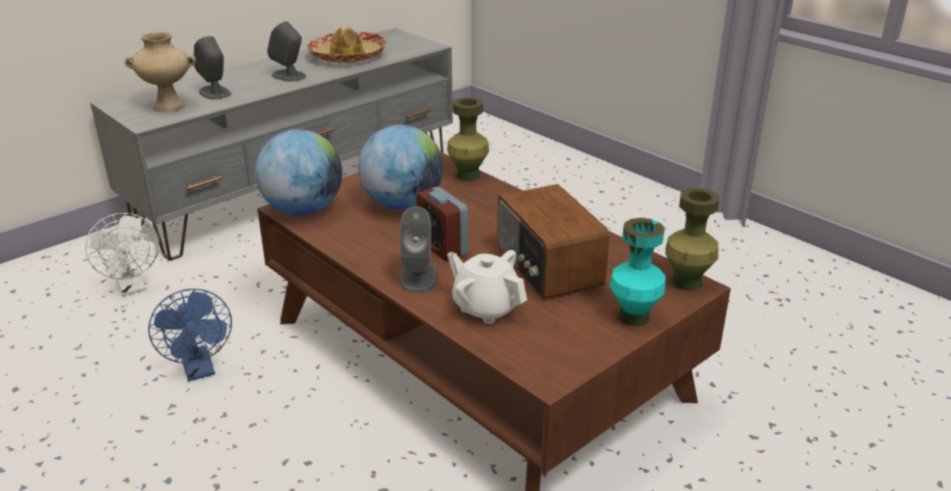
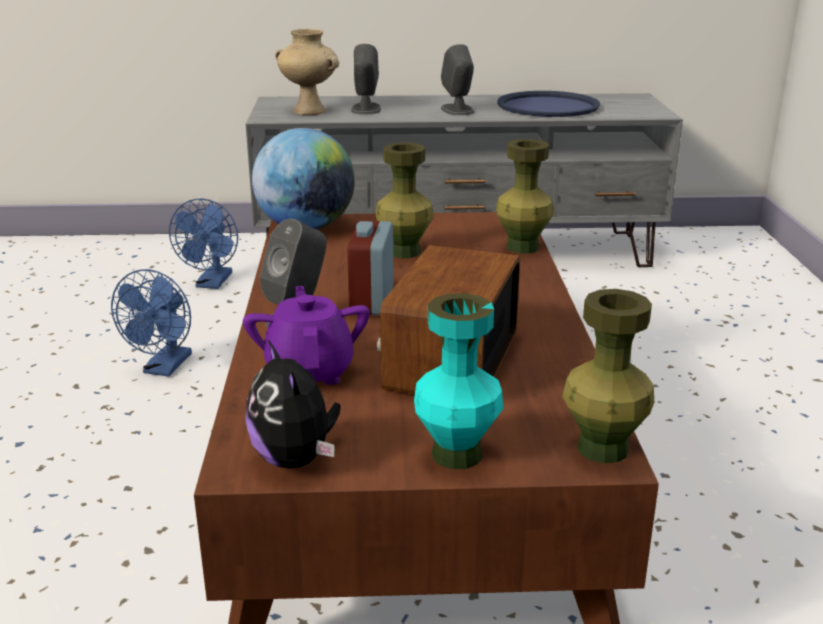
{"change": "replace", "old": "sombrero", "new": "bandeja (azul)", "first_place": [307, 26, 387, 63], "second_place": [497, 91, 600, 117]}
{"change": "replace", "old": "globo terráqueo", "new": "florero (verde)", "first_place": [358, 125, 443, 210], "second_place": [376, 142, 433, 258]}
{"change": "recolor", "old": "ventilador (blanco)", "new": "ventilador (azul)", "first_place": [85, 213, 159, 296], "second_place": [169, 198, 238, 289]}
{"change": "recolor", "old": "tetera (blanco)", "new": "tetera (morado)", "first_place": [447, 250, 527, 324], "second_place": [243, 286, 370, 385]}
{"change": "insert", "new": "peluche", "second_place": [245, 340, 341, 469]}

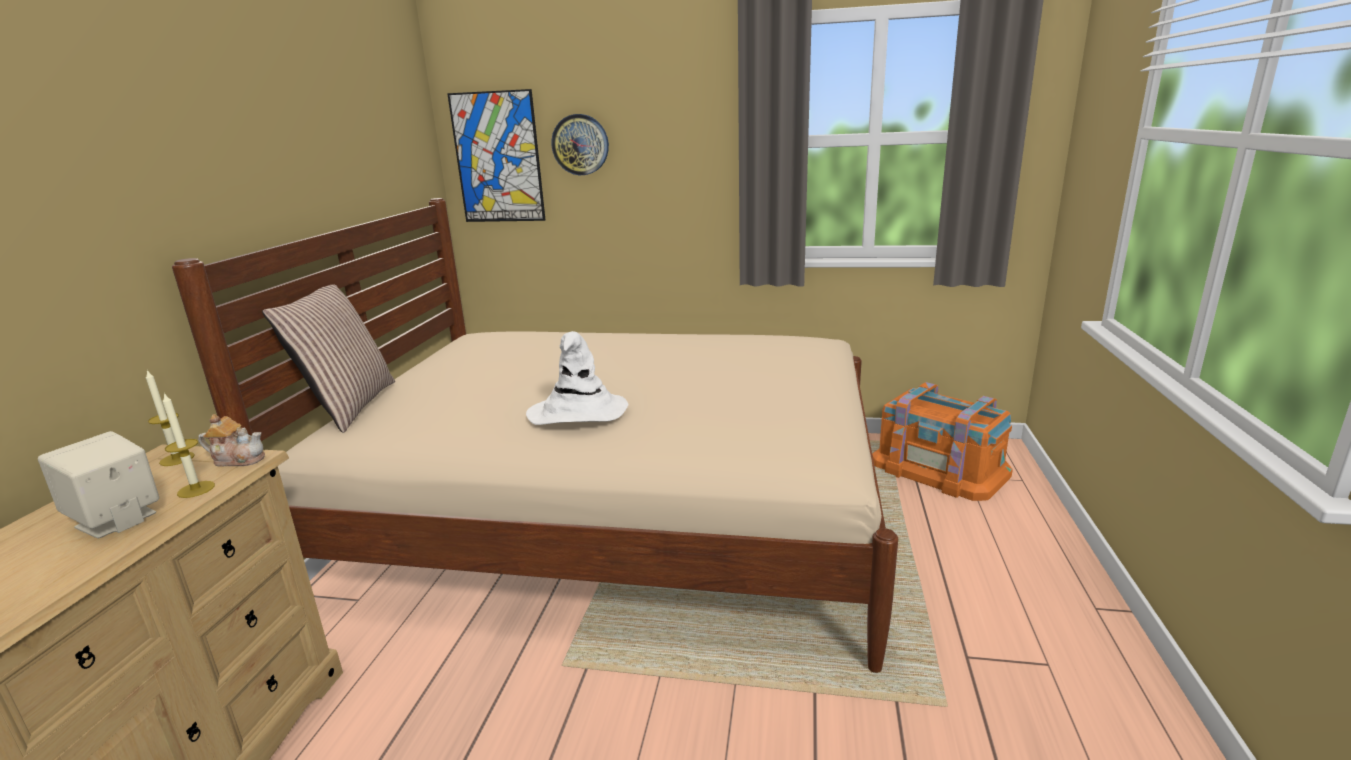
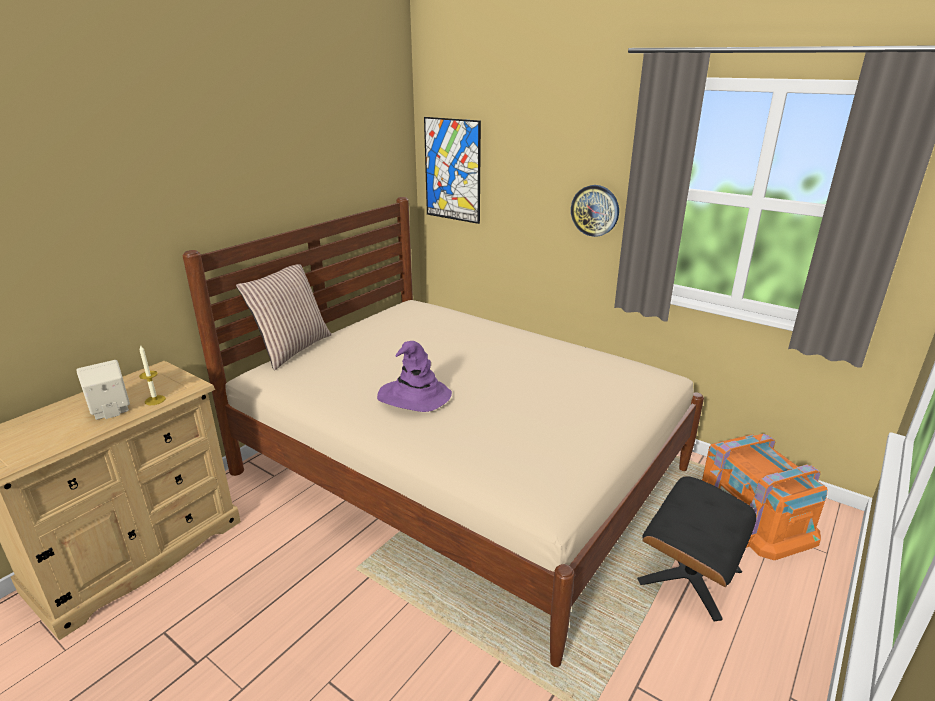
{"change": "move", "old": "reloj de pared", "first_place": [551, 114, 609, 175], "second_place": [571, 185, 619, 237]}
{"change": "recolor", "old": "sombrero (blanco)", "new": "sombrero (morado)", "first_place": [526, 331, 628, 425], "second_place": [377, 341, 452, 412]}
{"change": "delete", "old": "vela", "first_place": [146, 370, 195, 466]}
{"change": "delete", "old": "tetera", "first_place": [198, 414, 265, 467]}
{"change": "insert", "new": "puf (negro)", "second_place": [637, 476, 756, 621]}

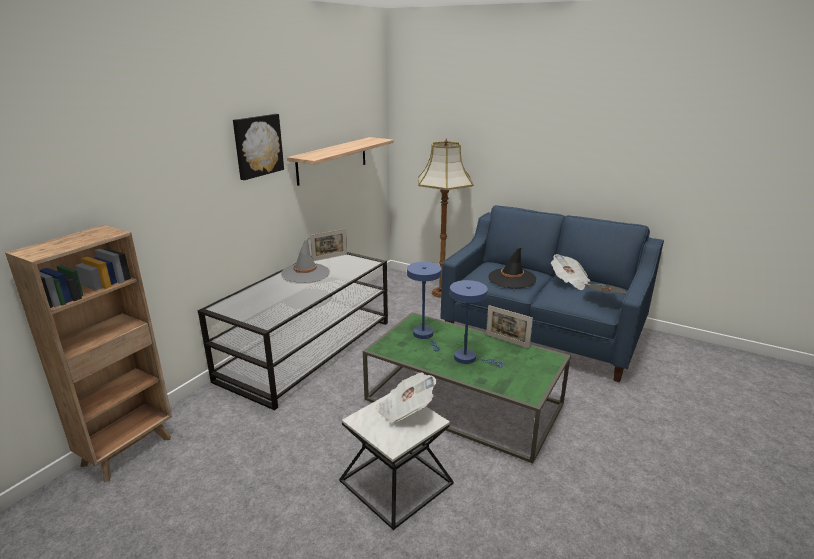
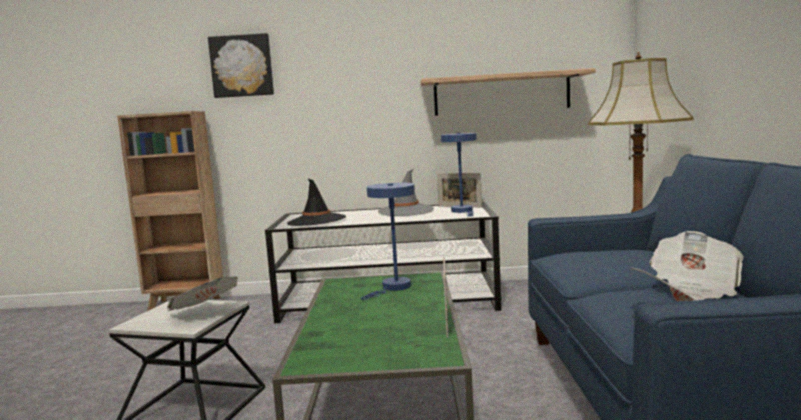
{"change": "move", "old": "cuadro", "first_place": [233, 114, 284, 180], "second_place": [208, 33, 274, 98]}
{"change": "move", "old": "sombrero (negro)", "first_place": [488, 248, 536, 289], "second_place": [287, 178, 346, 226]}
{"change": "move", "old": "lámpara de mesa (azul)", "first_place": [450, 280, 504, 367], "second_place": [441, 133, 477, 217]}

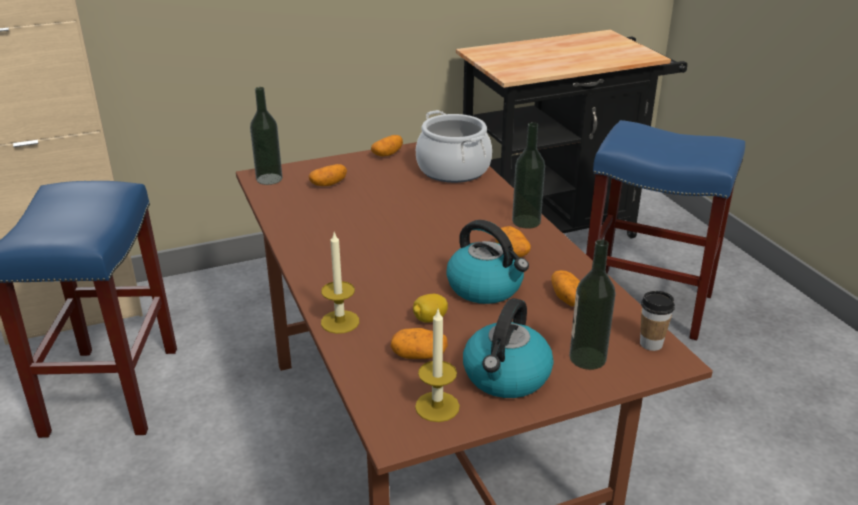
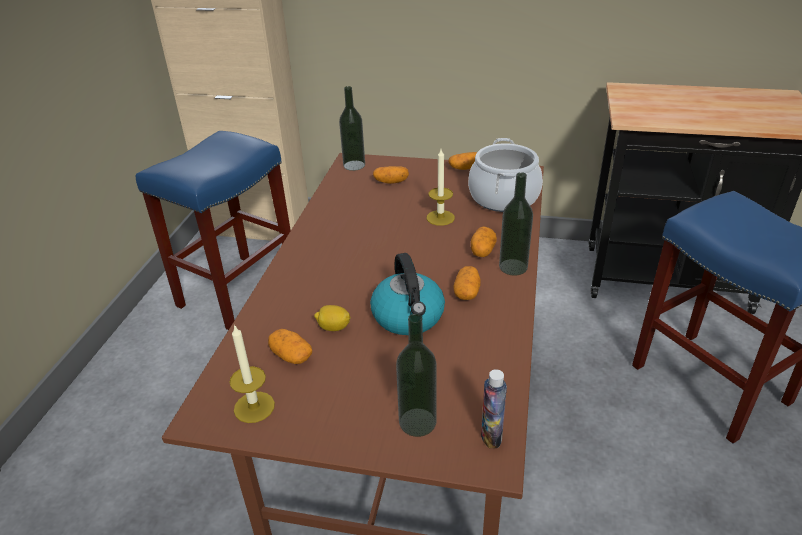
{"change": "move", "old": "vela", "first_place": [321, 233, 359, 334], "second_place": [426, 149, 455, 226]}
{"change": "move", "old": "patata", "first_place": [551, 270, 580, 306], "second_place": [471, 226, 497, 257]}
{"change": "replace", "old": "taza", "new": "botella", "first_place": [640, 291, 675, 351], "second_place": [481, 369, 507, 448]}
{"change": "delete", "old": "hervidor", "first_place": [463, 298, 553, 398]}

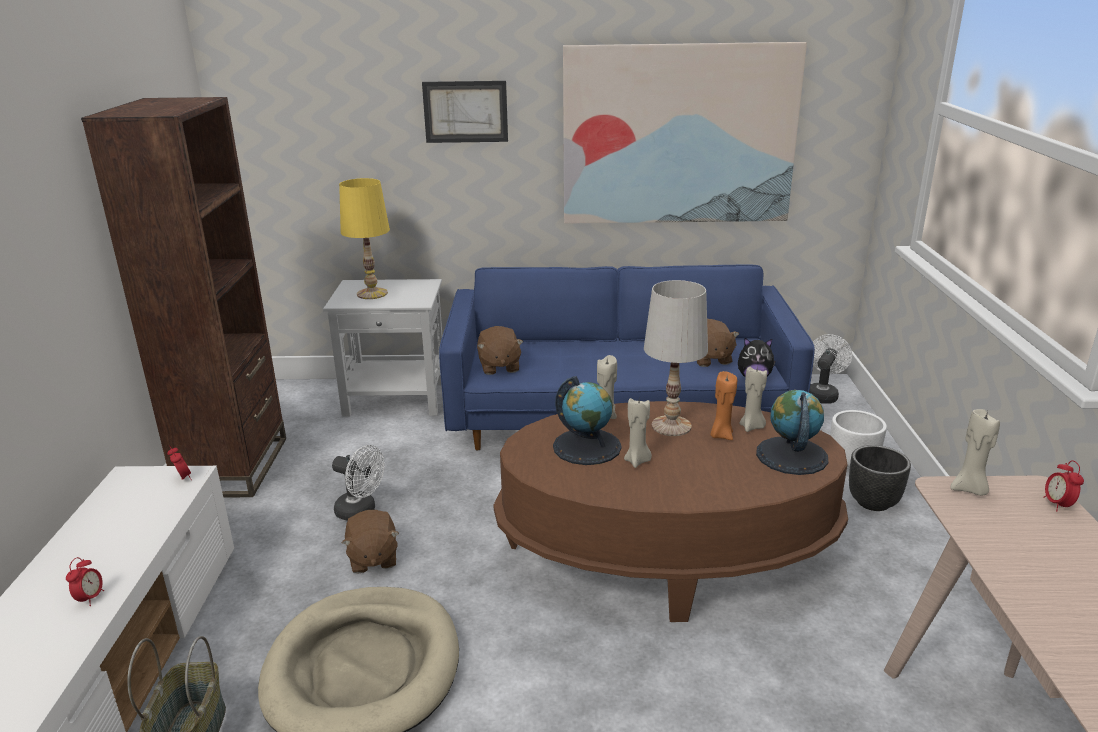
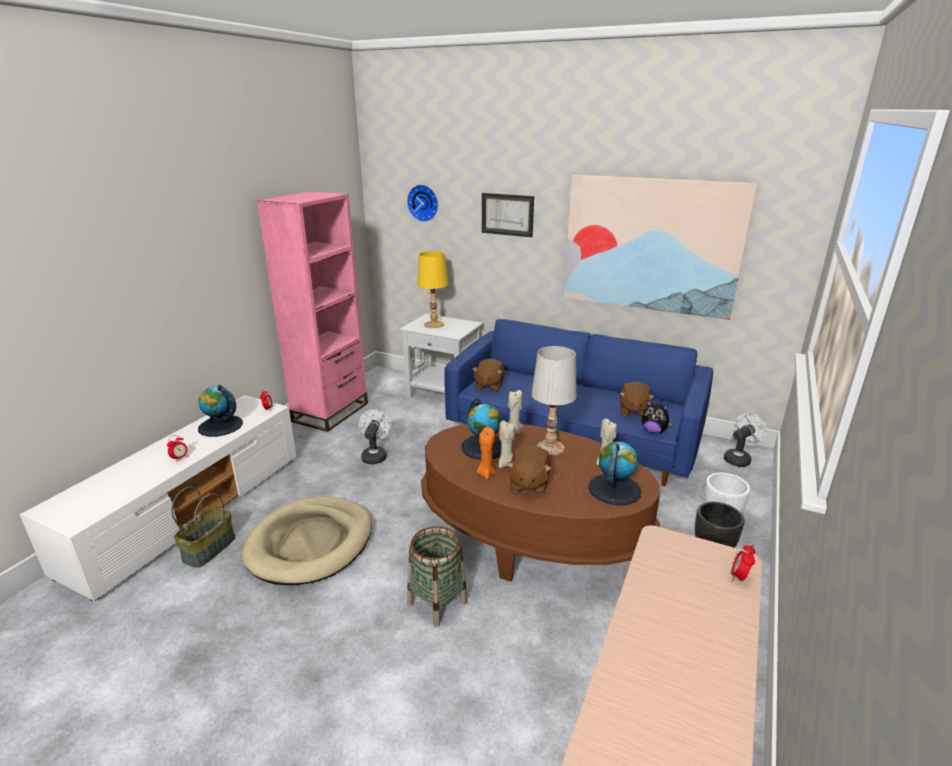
{"change": "recolor", "old": "estantería (marrón)", "new": "estantería (rosa)", "first_place": [81, 97, 286, 498], "second_place": [256, 191, 368, 432]}
{"change": "move", "old": "vela (naranja)", "first_place": [710, 371, 737, 440], "second_place": [476, 427, 496, 479]}
{"change": "delete", "old": "vela (beis)", "first_place": [950, 409, 1000, 496]}
{"change": "rotate", "old": "ventilador (blanco)", "first_place": [332, 445, 385, 521], "second_place": [359, 410, 391, 464], "degrees": -135}
{"change": "move", "old": "peluche (marrón)", "first_place": [342, 510, 399, 574], "second_place": [507, 445, 552, 494]}
{"change": "insert", "new": "reloj de pared", "second_place": [407, 184, 438, 222]}
{"change": "insert", "new": "globo terráqueo", "second_place": [198, 385, 243, 437]}
{"change": "insert", "new": "cesta", "second_place": [407, 526, 468, 627]}

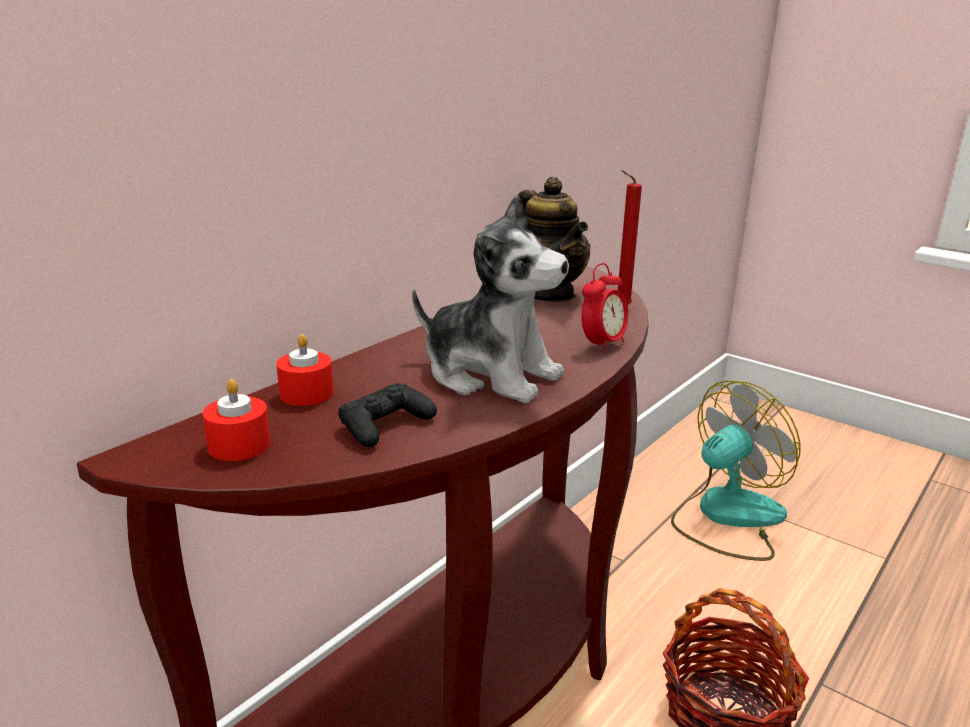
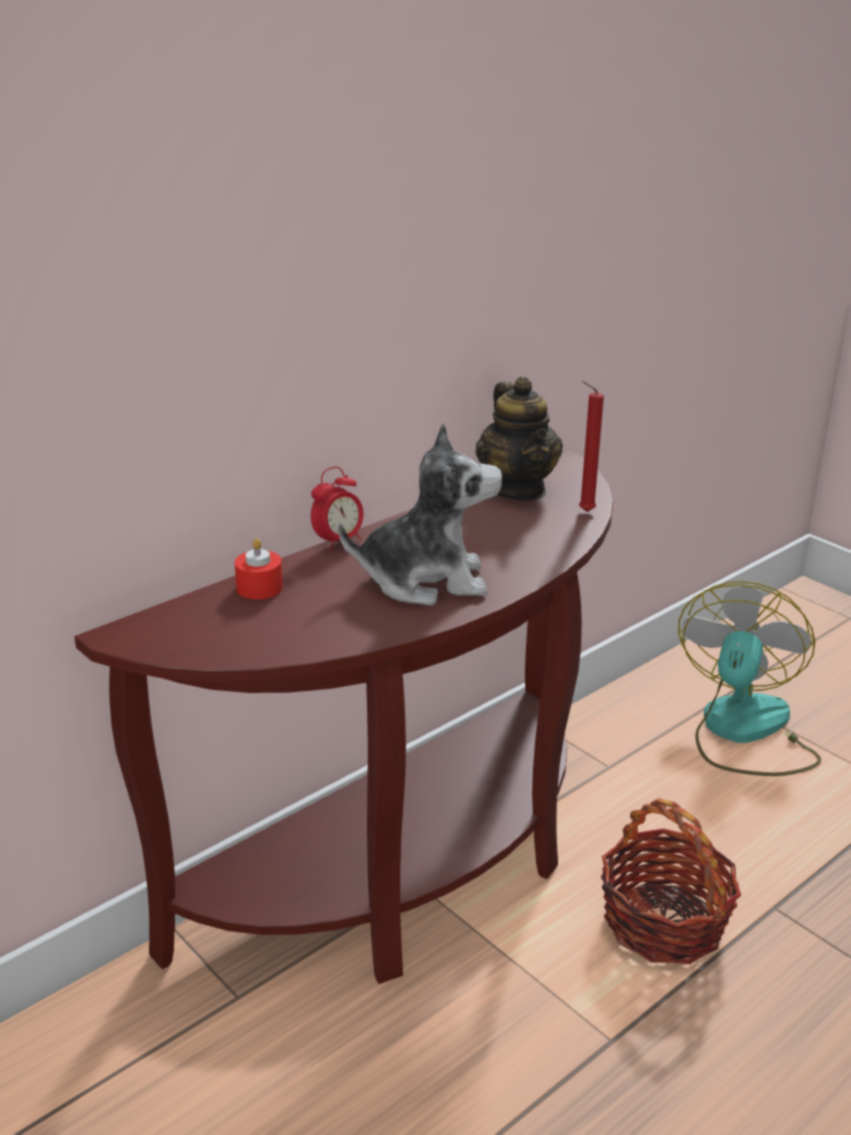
{"change": "rotate", "old": "peluche", "first_place": [412, 195, 569, 403], "second_place": [338, 423, 503, 605], "degrees": -45}
{"change": "move", "old": "despertador", "first_place": [582, 263, 628, 353], "second_place": [311, 467, 363, 551]}
{"change": "delete", "old": "vela (rojo)", "first_place": [202, 379, 270, 461]}
{"change": "rotate", "old": "ventilador", "first_place": [671, 380, 801, 561], "second_place": [678, 581, 821, 776], "degrees": -45}
{"change": "delete", "old": "mando de consola (negro)", "first_place": [338, 383, 437, 447]}

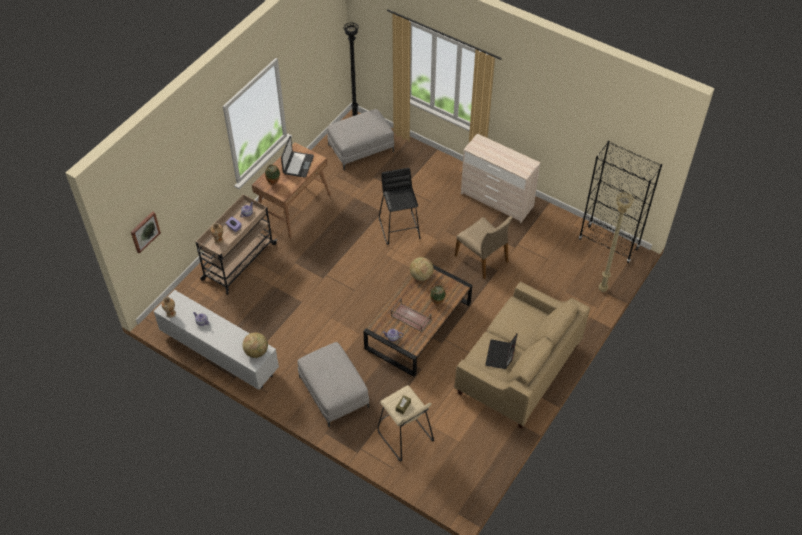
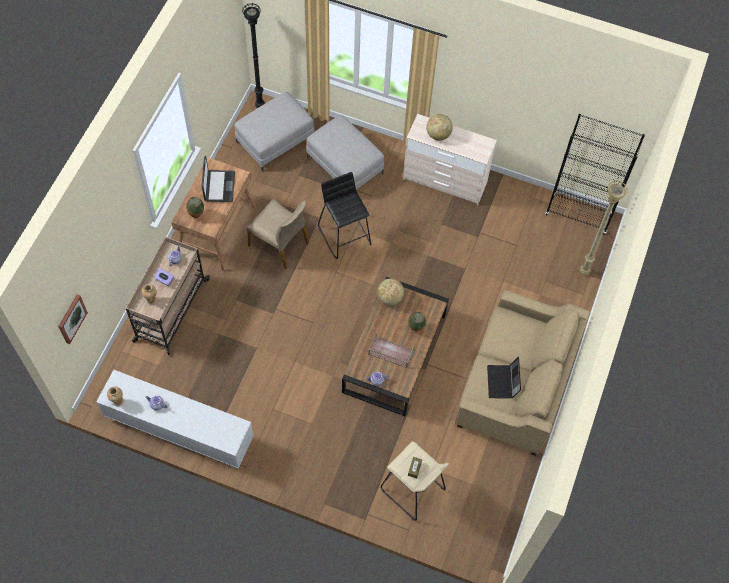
{"change": "move", "old": "silla (beis)", "first_place": [454, 216, 513, 279], "second_place": [247, 199, 309, 269]}
{"change": "move", "old": "globo terráqueo", "first_place": [242, 332, 268, 358], "second_place": [426, 114, 453, 141]}
{"change": "move", "old": "puf (gris)", "first_place": [297, 342, 369, 427], "second_place": [306, 115, 384, 190]}

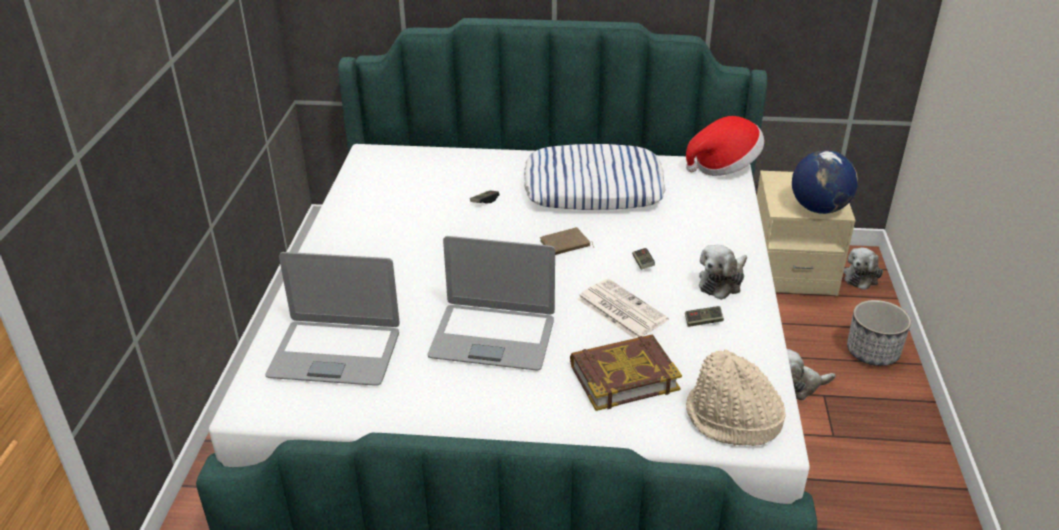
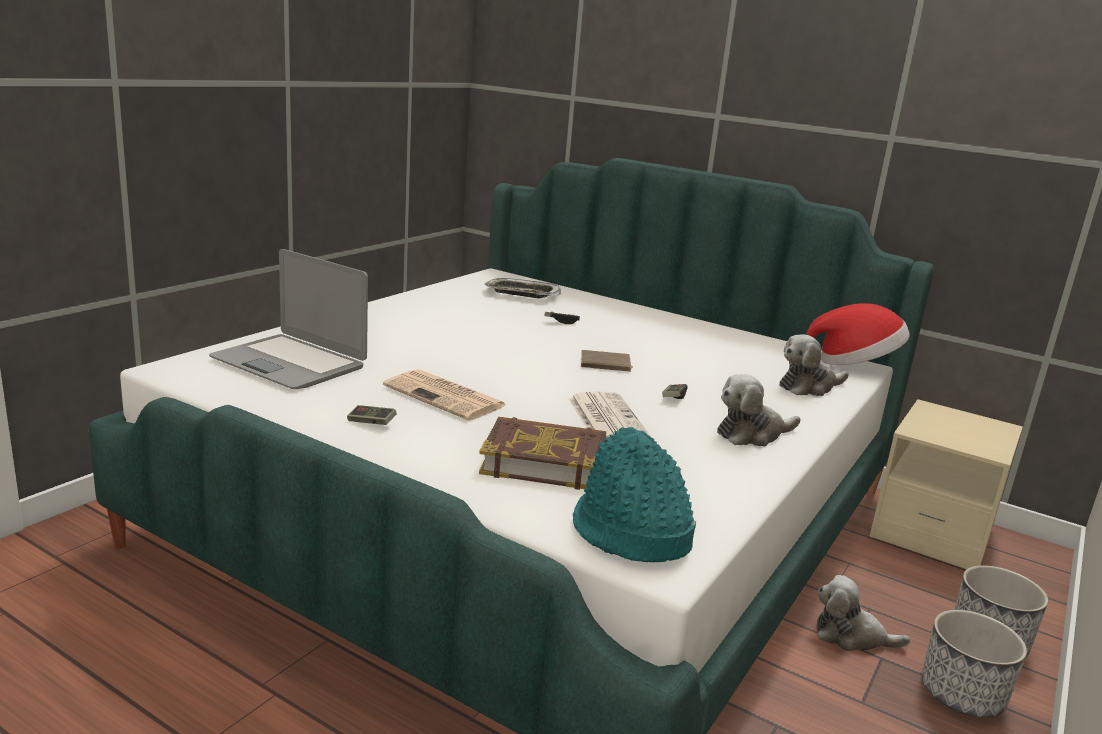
{"change": "delete", "old": "cojín", "first_place": [524, 144, 666, 210]}
{"change": "delete", "old": "globo terráqueo", "first_place": [792, 150, 858, 214]}
{"change": "replace", "old": "portátil", "new": "periódico", "first_place": [428, 236, 555, 370], "second_place": [383, 369, 508, 420]}
{"change": "move", "old": "peluche", "first_place": [843, 248, 883, 290], "second_place": [779, 334, 849, 396]}
{"change": "move", "old": "mando de consola", "first_place": [685, 306, 724, 327], "second_place": [347, 405, 397, 425]}
{"change": "recolor", "old": "sombrero (beis)", "new": "sombrero (turquesa)", "first_place": [686, 349, 786, 446], "second_place": [573, 427, 696, 562]}
{"change": "insert", "new": "bandeja", "second_place": [485, 278, 561, 298]}
{"change": "insert", "new": "maceta", "second_place": [921, 610, 1027, 718]}

